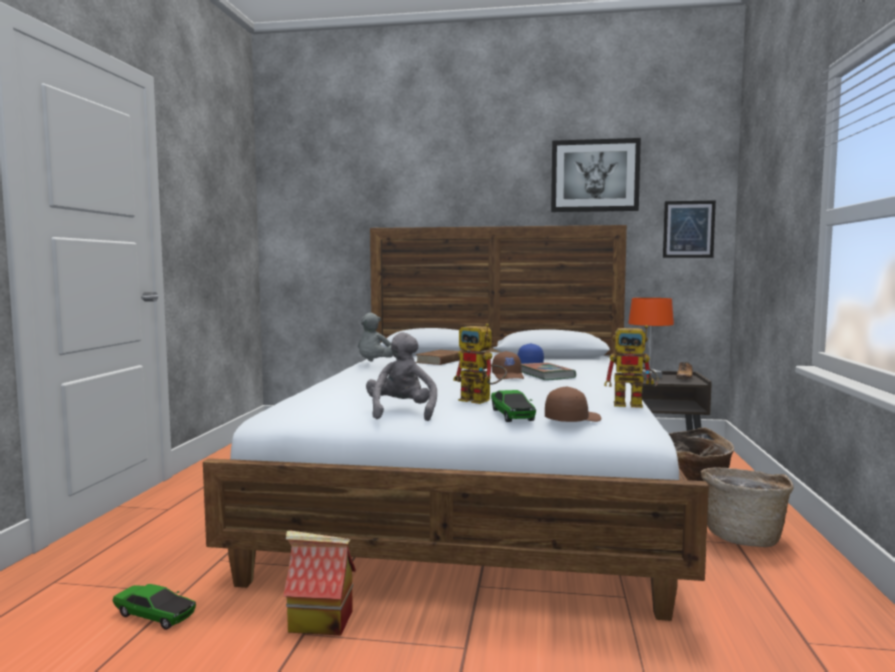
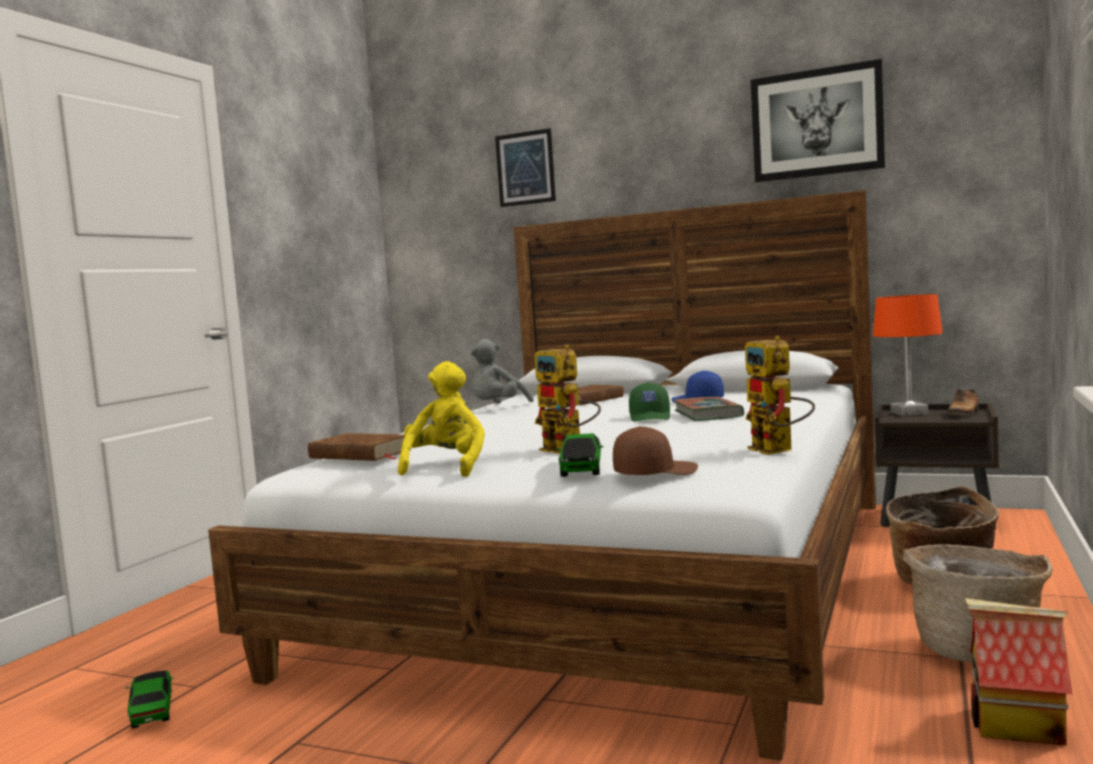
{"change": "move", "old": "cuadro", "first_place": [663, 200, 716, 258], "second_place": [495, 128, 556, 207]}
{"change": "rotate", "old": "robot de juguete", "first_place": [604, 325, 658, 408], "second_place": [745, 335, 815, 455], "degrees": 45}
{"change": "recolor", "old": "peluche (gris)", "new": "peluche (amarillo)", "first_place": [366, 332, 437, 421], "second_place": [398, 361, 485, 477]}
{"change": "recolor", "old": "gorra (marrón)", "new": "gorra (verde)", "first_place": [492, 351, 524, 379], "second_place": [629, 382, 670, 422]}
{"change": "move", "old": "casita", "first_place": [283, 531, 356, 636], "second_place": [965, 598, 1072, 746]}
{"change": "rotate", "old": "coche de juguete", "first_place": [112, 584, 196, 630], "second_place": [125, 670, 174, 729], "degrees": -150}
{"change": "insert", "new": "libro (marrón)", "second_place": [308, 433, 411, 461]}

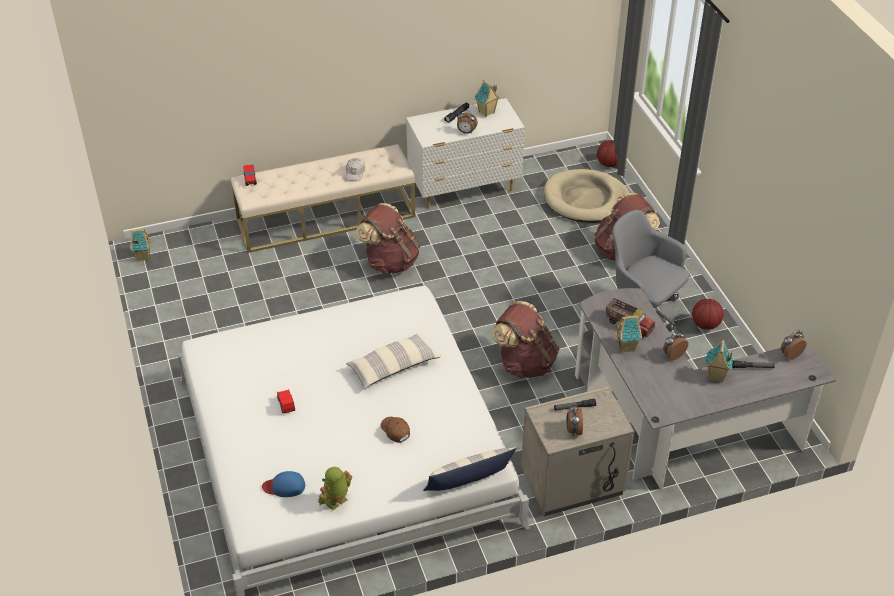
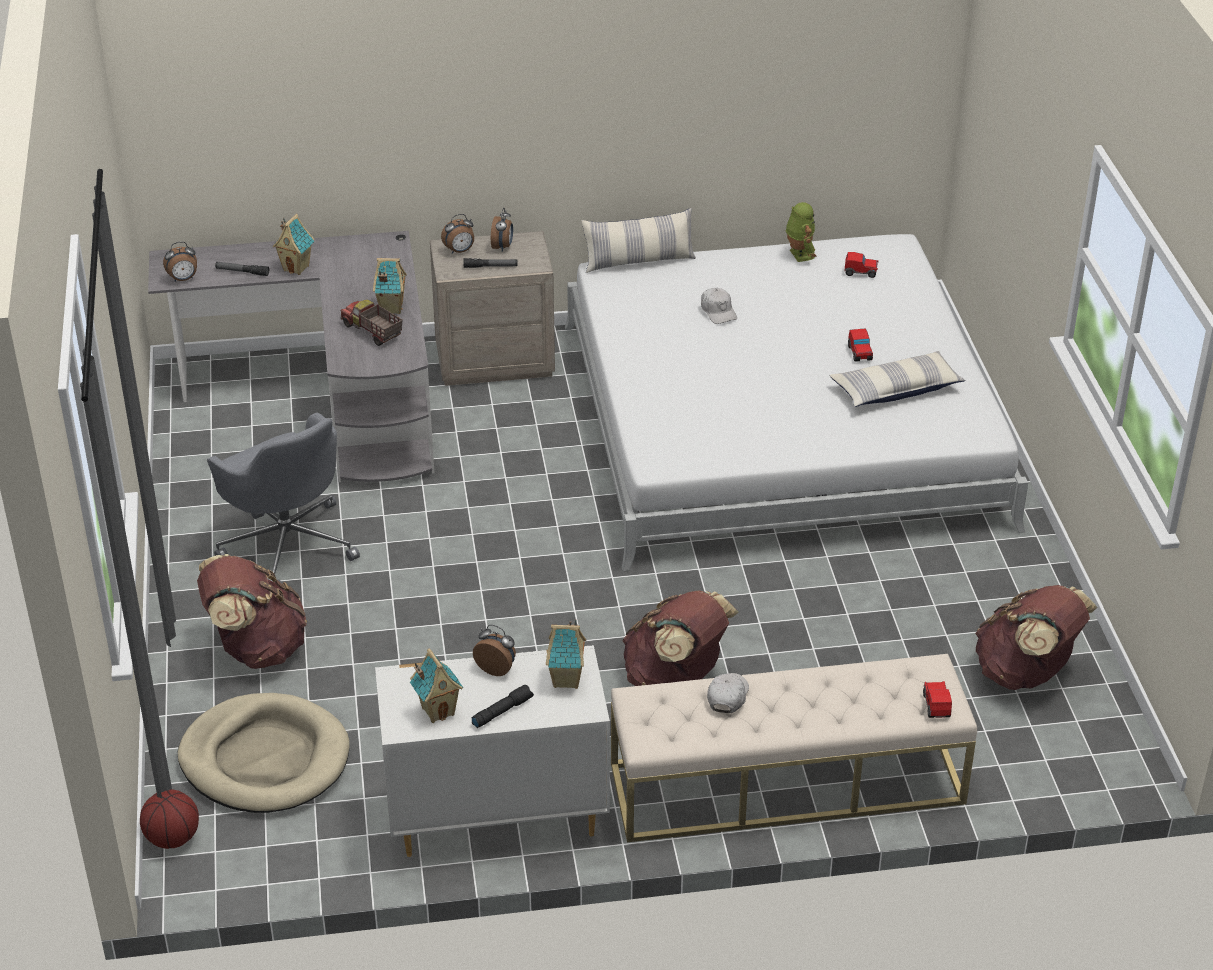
{"change": "move", "old": "casita", "first_place": [130, 229, 150, 261], "second_place": [546, 619, 586, 689]}
{"change": "delete", "old": "balón de baloncesto", "first_place": [692, 299, 724, 330]}
{"change": "move", "old": "mochila (marrón)", "first_place": [491, 301, 559, 379], "second_place": [975, 585, 1097, 690]}
{"change": "move", "old": "despertador", "first_place": [663, 330, 688, 360], "second_place": [441, 214, 474, 254]}
{"change": "move", "old": "cojín", "first_place": [346, 332, 441, 389], "second_place": [830, 351, 965, 407]}
{"change": "recolor", "old": "gorra (marrón)", "new": "gorra (blanco)", "first_place": [380, 417, 410, 443], "second_place": [701, 288, 737, 324]}
{"change": "rotate", "old": "robot de juguete", "first_place": [318, 467, 352, 511], "second_place": [786, 202, 817, 262], "degrees": -75}
{"change": "replace", "old": "gorra (azul)", "new": "coche de juguete", "first_place": [262, 471, 305, 497], "second_place": [845, 252, 879, 278]}

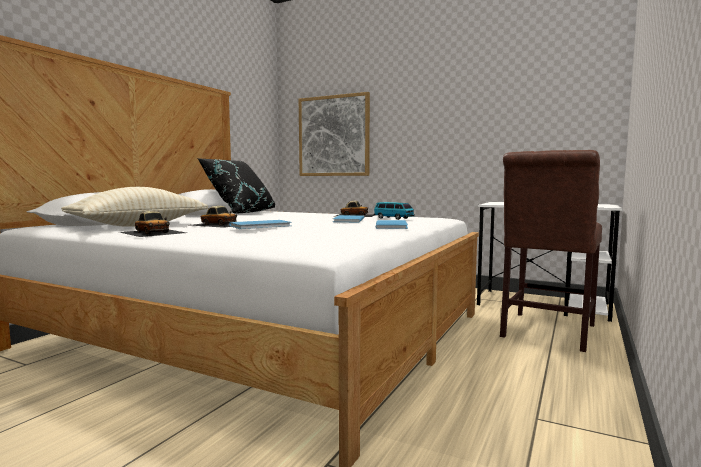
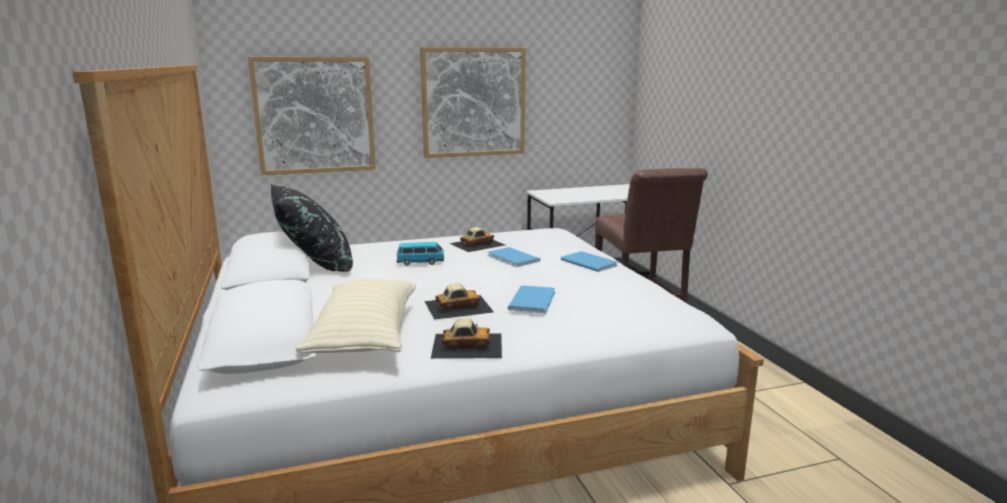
{"change": "move", "old": "coche de juguete", "first_place": [374, 202, 415, 220], "second_place": [397, 242, 444, 266]}
{"change": "insert", "new": "cuadro", "second_place": [420, 47, 526, 158]}

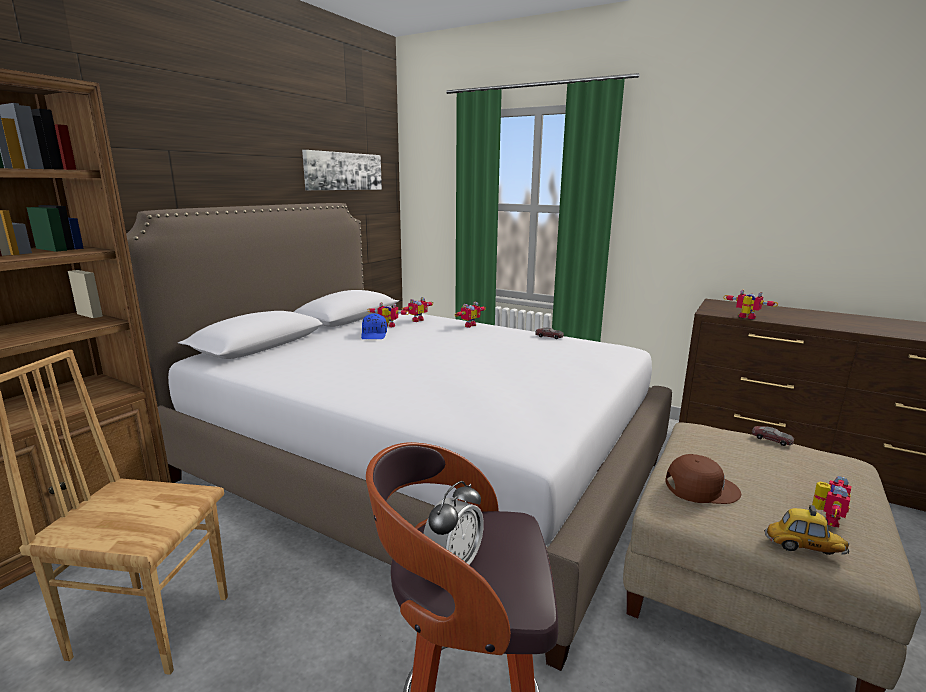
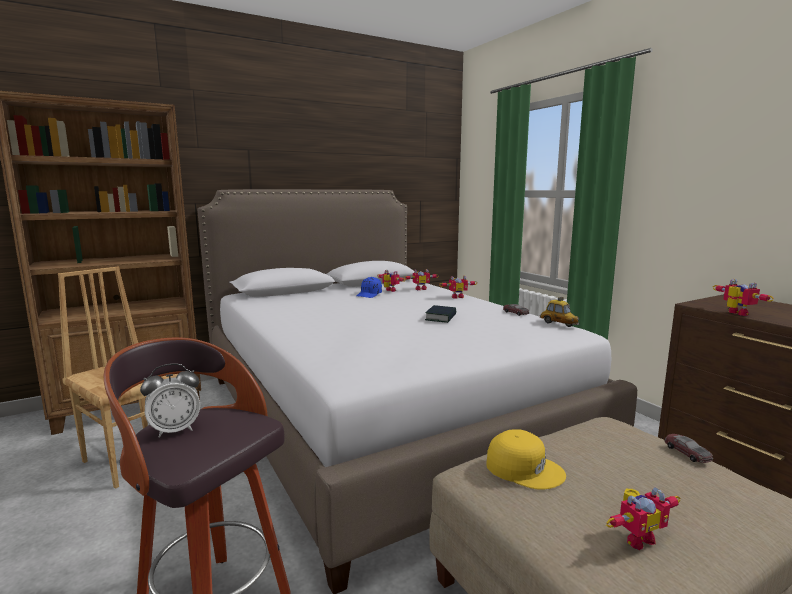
{"change": "delete", "old": "cuadro", "first_place": [302, 150, 382, 190]}
{"change": "recolor", "old": "gorra (marrón)", "new": "gorra (amarillo)", "first_place": [666, 454, 741, 504], "second_place": [486, 429, 566, 489]}
{"change": "move", "old": "coche de juguete", "first_place": [764, 505, 849, 555], "second_place": [540, 297, 580, 327]}
{"change": "insert", "new": "libro", "second_place": [425, 305, 456, 323]}

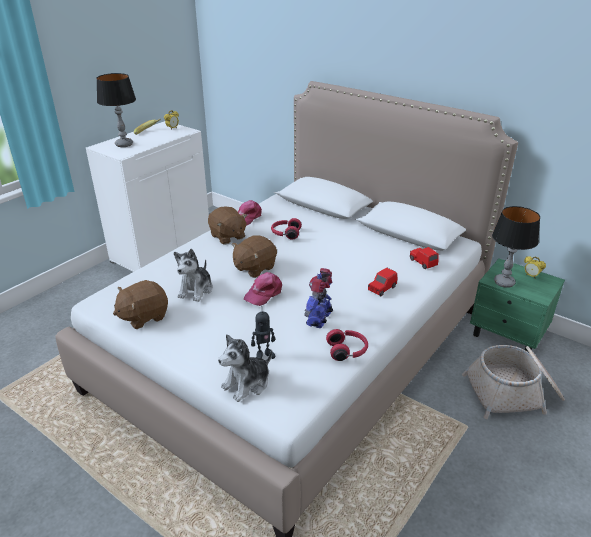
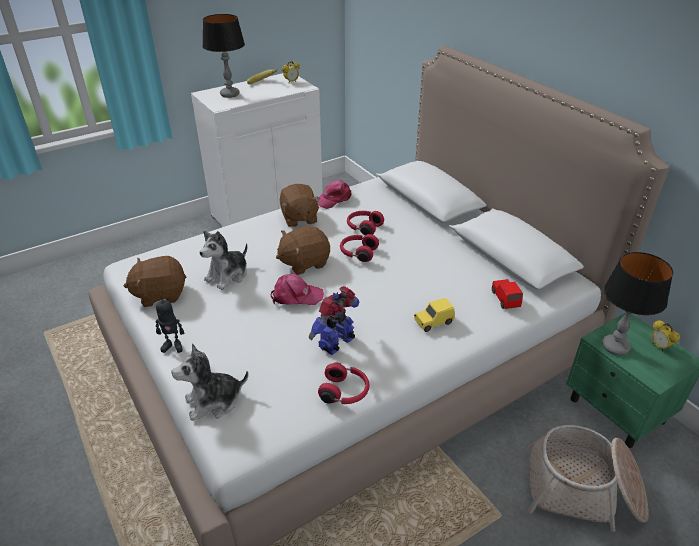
{"change": "recolor", "old": "coche de juguete (rojo)", "new": "coche de juguete (amarillo)", "first_place": [368, 268, 397, 296], "second_place": [414, 298, 455, 332]}
{"change": "rotate", "old": "gorra (rosa)", "first_place": [244, 272, 282, 306], "second_place": [270, 274, 324, 305], "degrees": -150}
{"change": "move", "old": "robot de juguete", "first_place": [251, 306, 275, 359], "second_place": [156, 295, 185, 353]}
{"change": "insert", "new": "auriculares (rojo)", "second_place": [340, 234, 379, 262]}

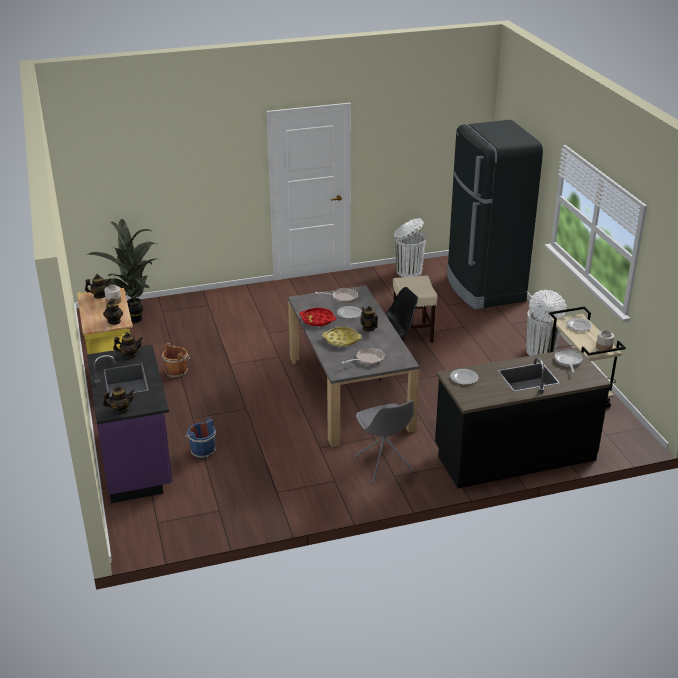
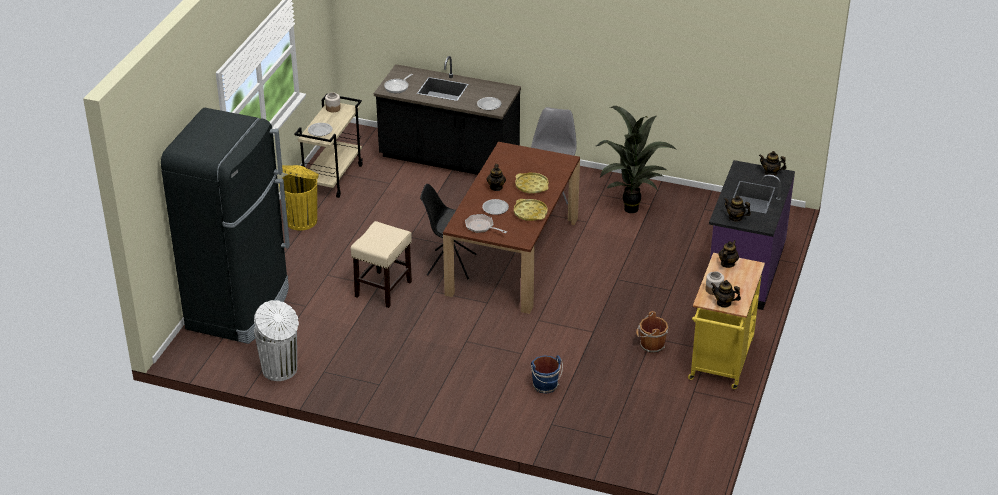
{"change": "move", "old": "planta en maceta", "first_place": [86, 219, 156, 323], "second_place": [596, 106, 677, 213]}
{"change": "recolor", "old": "mesa de comedor (gris)", "new": "mesa de comedor (marrón)", "first_place": [288, 286, 419, 447], "second_place": [443, 142, 580, 314]}
{"change": "recolor", "old": "papelera (blanco)", "new": "papelera (amarillo)", "first_place": [526, 290, 567, 356], "second_place": [279, 165, 319, 231]}
{"change": "recolor", "old": "bandeja (rojo)", "new": "bandeja (amarillo)", "first_place": [299, 308, 336, 326], "second_place": [514, 199, 548, 221]}
{"change": "delete", "old": "sartén", "first_place": [341, 347, 385, 365]}
{"change": "move", "old": "cubo (azul)", "first_place": [185, 418, 216, 458], "second_place": [531, 355, 563, 394]}

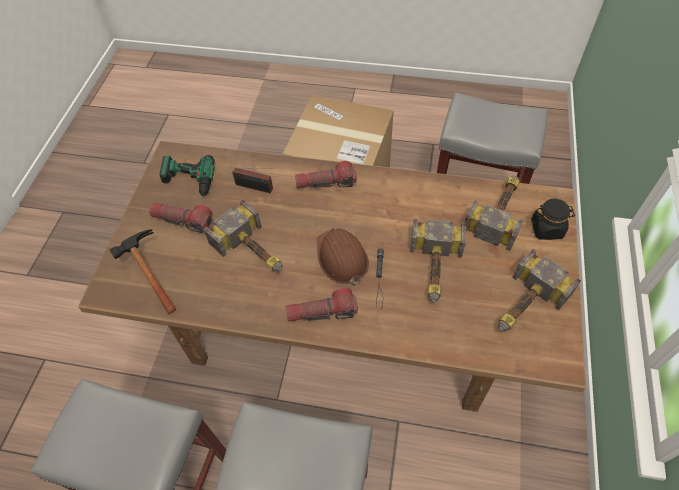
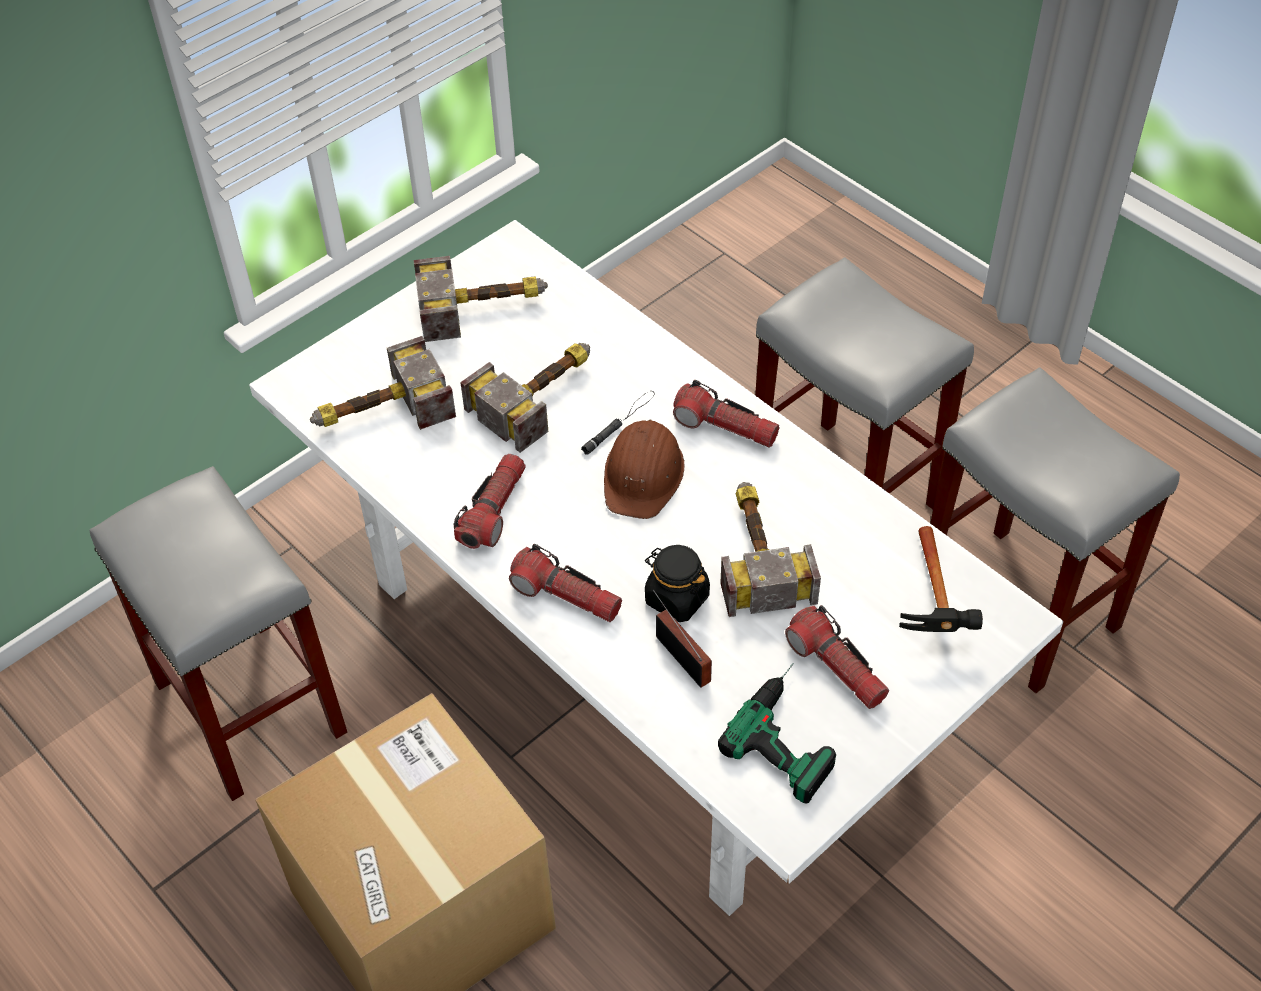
{"change": "recolor", "old": "mesa de comedor (marrón)", "new": "mesa de comedor (blanco)", "first_place": [78, 141, 586, 412], "second_place": [249, 220, 1063, 916]}
{"change": "move", "old": "tarro (negro)", "first_place": [531, 198, 575, 240], "second_place": [645, 545, 710, 622]}
{"change": "insert", "new": "linterna", "second_place": [453, 454, 526, 549]}

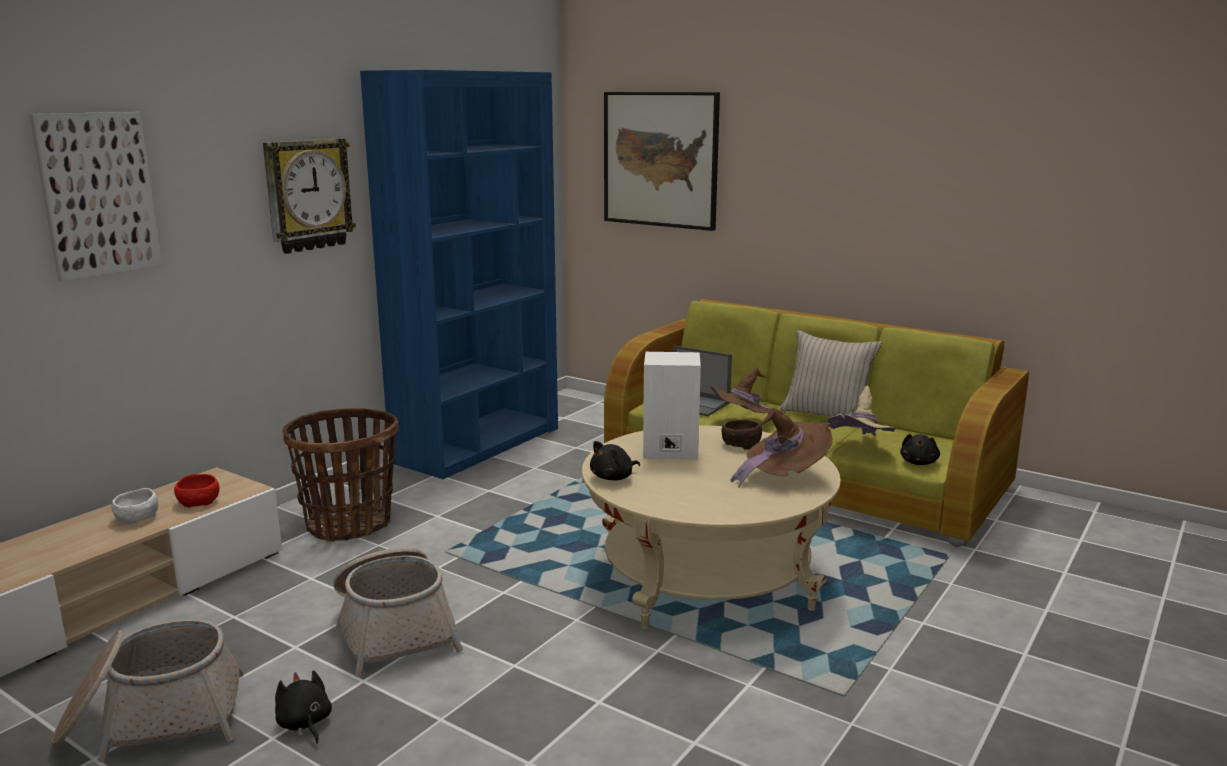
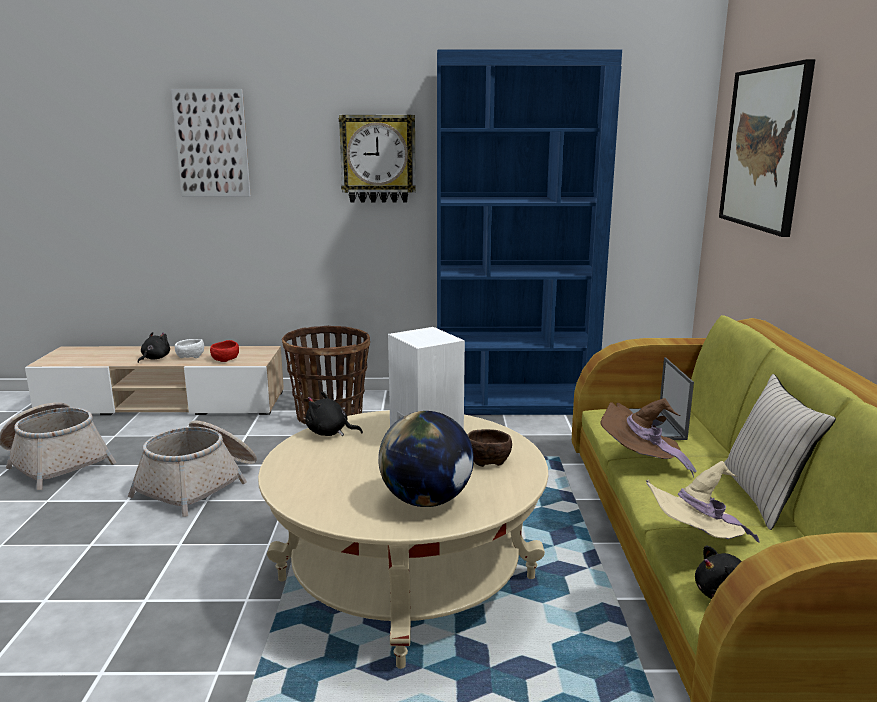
{"change": "replace", "old": "sombrero (marrón)", "new": "globo terráqueo", "first_place": [730, 408, 833, 487], "second_place": [378, 411, 474, 507]}
{"change": "move", "old": "peluche (negro)", "first_place": [275, 670, 332, 743], "second_place": [138, 332, 170, 363]}

